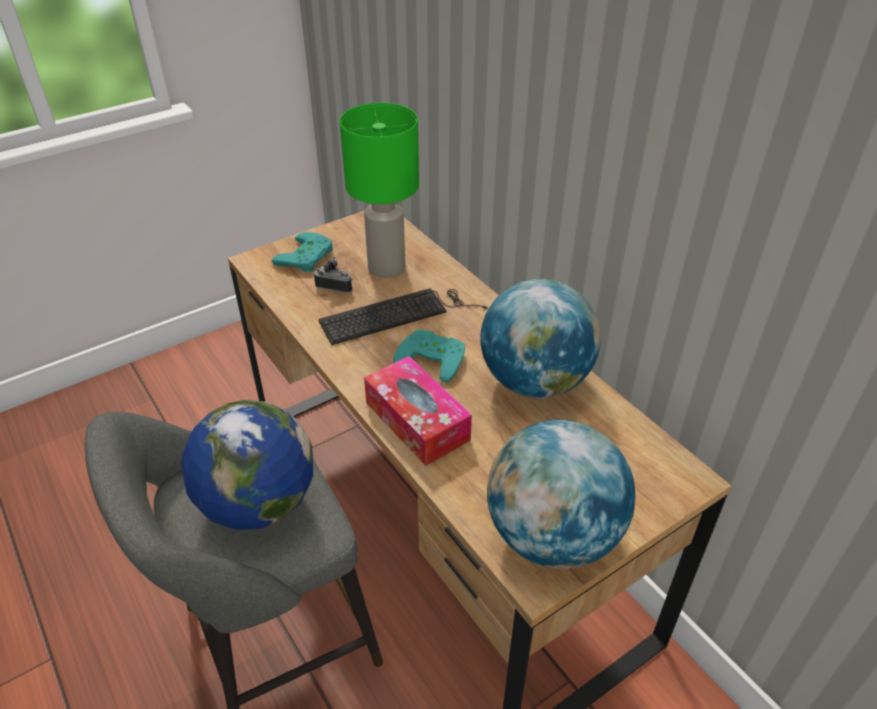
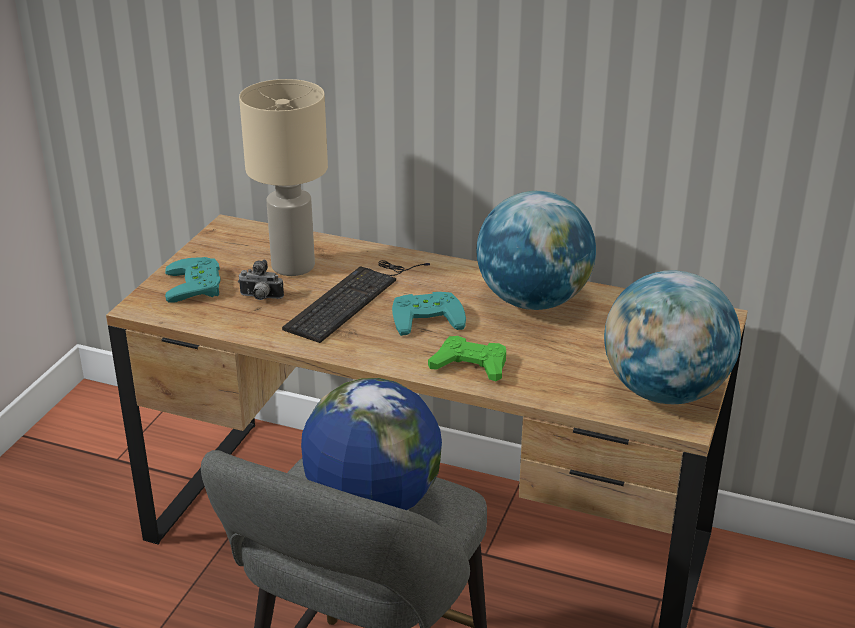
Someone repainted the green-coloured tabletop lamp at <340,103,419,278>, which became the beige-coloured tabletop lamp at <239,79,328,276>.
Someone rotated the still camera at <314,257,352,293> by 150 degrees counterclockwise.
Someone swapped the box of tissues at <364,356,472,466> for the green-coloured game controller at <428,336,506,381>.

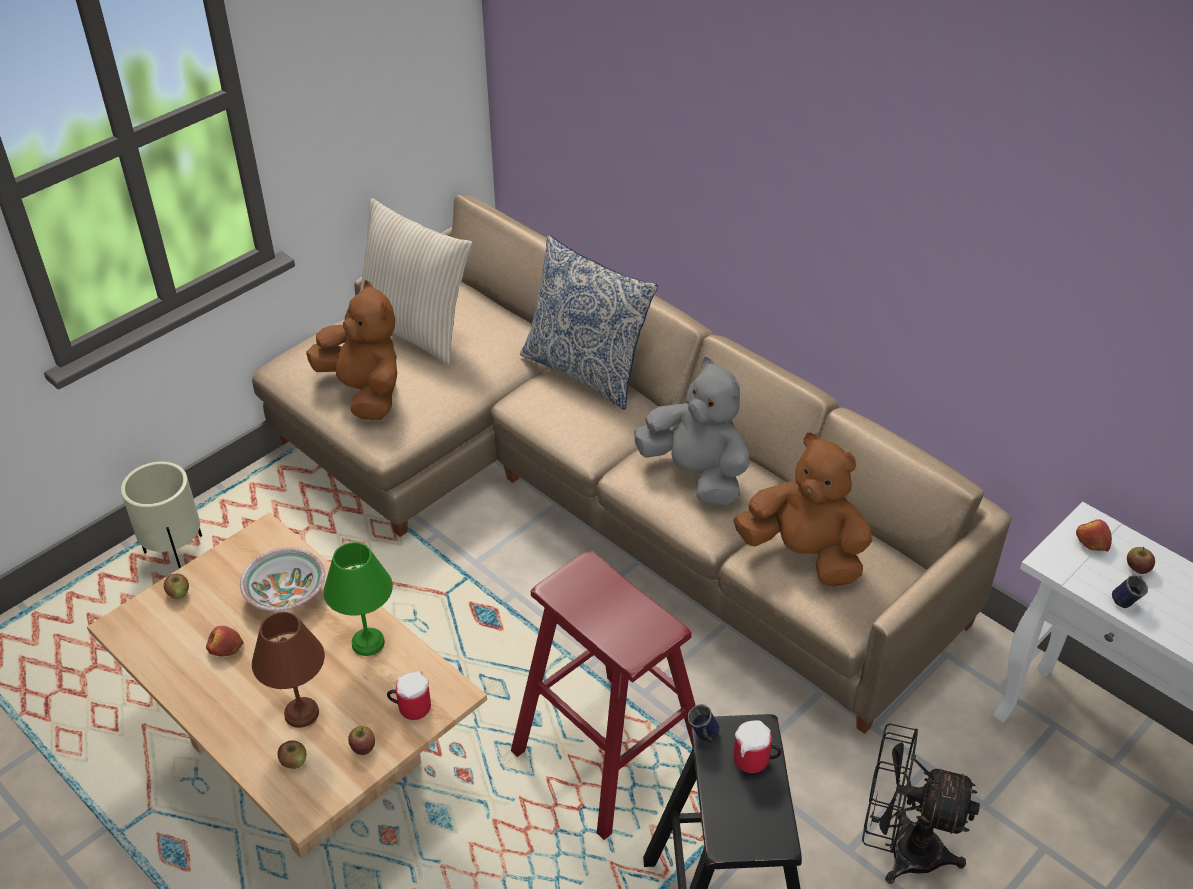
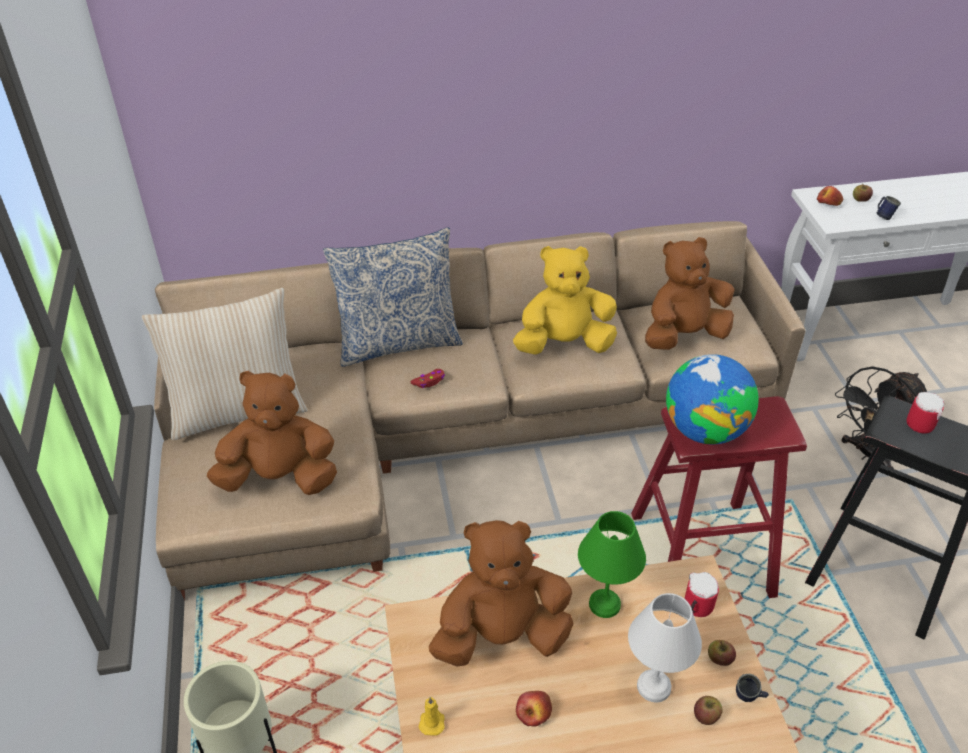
Someone repainted the gray cuddly toy at <634,357,750,505>, which became the yellowish cuddly toy at <513,246,617,355>.
Someone swapped the serving bowl at <240,547,325,611> for the brownish cuddly toy at <429,520,574,667>.
Someone swapped the apple at <164,574,189,599> for the yellowish wax candle at <419,697,445,736>.
Someone repainted the brownish tabletop lamp at <252,612,325,728>, which became the white tabletop lamp at <628,593,702,702>.
Someone carried the blue tea mug from <688,704,720,744> to <736,674,769,702>.
Someone put down the desk globe at <666,354,759,444>.
Someone put down the reddish game controller at <411,369,445,388>.

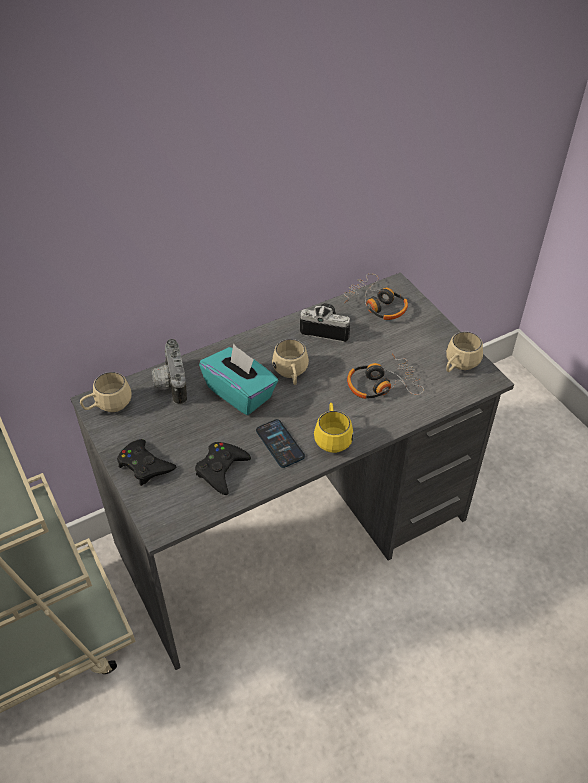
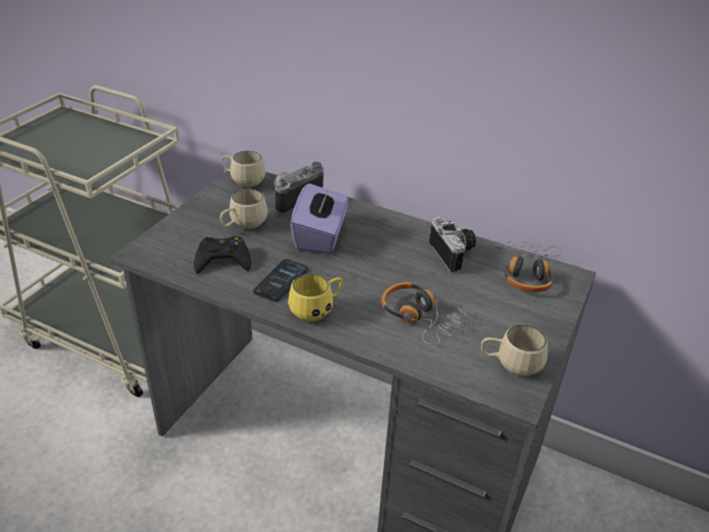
Someone carried the beige-coloured tea mug from <272,339,309,385> to <220,189,268,229>.
Someone repainted the turquoise box of tissues at <199,343,278,415>, which became the purplish box of tissues at <290,182,349,254>.
Someone took away the black game controller at <117,439,176,486>.

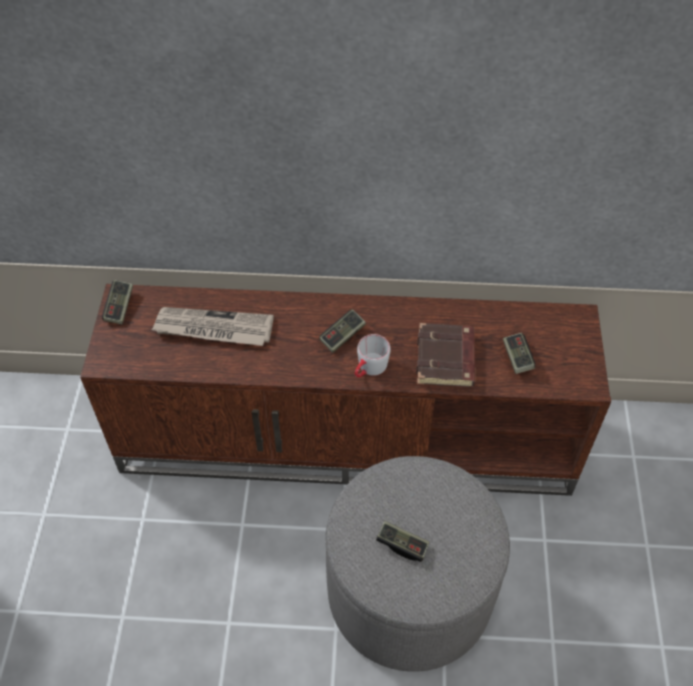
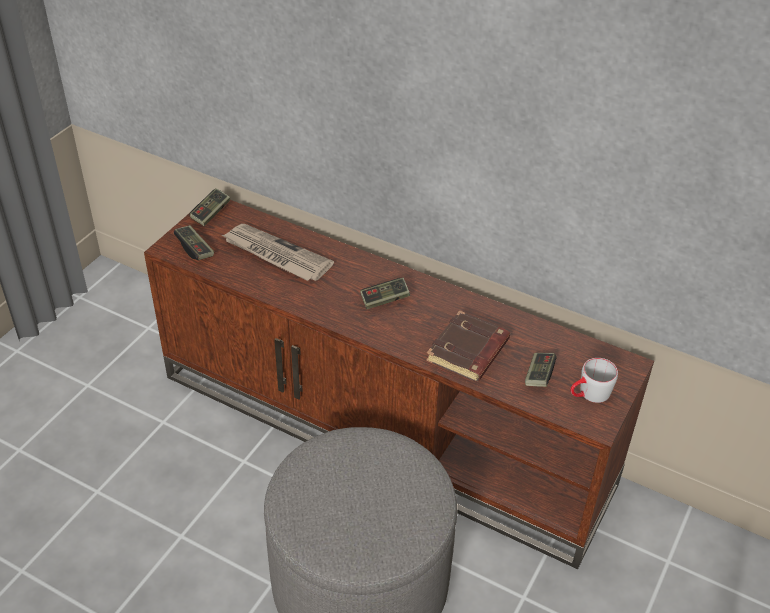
Someone carried the gray tea mug from <355,334,391,377> to <570,358,618,403>.
Someone carried the game controller from <376,521,429,562> to <174,225,214,260>.

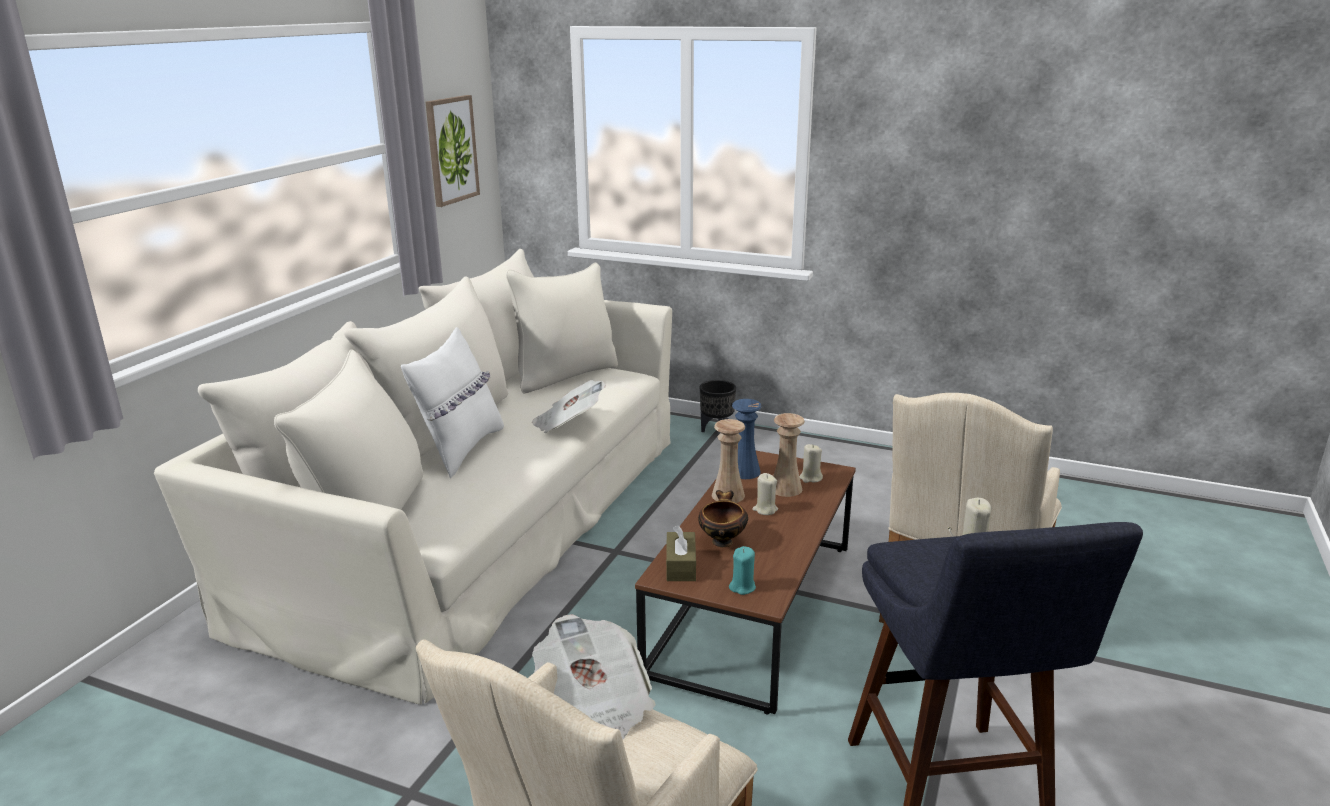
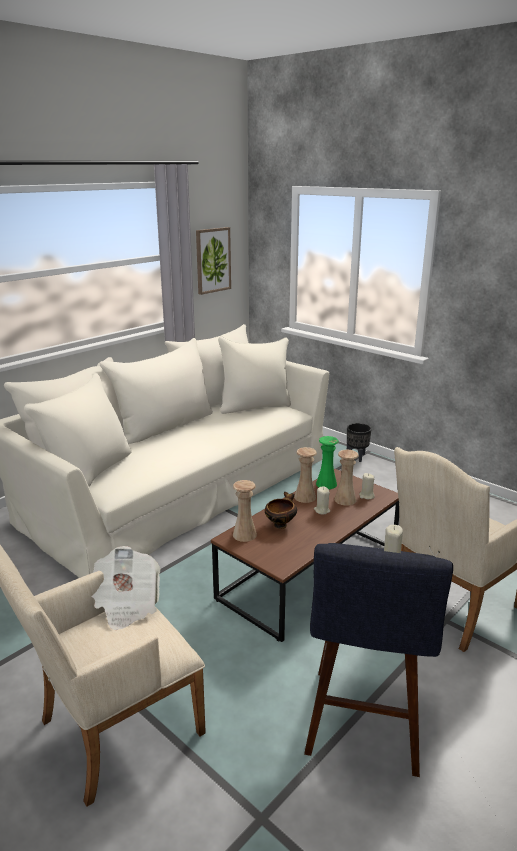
Someone took away the white throw pillow at <401,327,504,478>.
Someone took away the printed paper at <532,380,606,433>.
Someone repainted the blue vase at <732,399,762,479>, which became the green-coloured vase at <316,436,339,489>.
Someone swapped the brownish box of tissues at <666,525,696,581> for the beige-coloured vase at <233,480,257,542>.
Someone took away the turquoise wax candle at <729,546,756,595>.

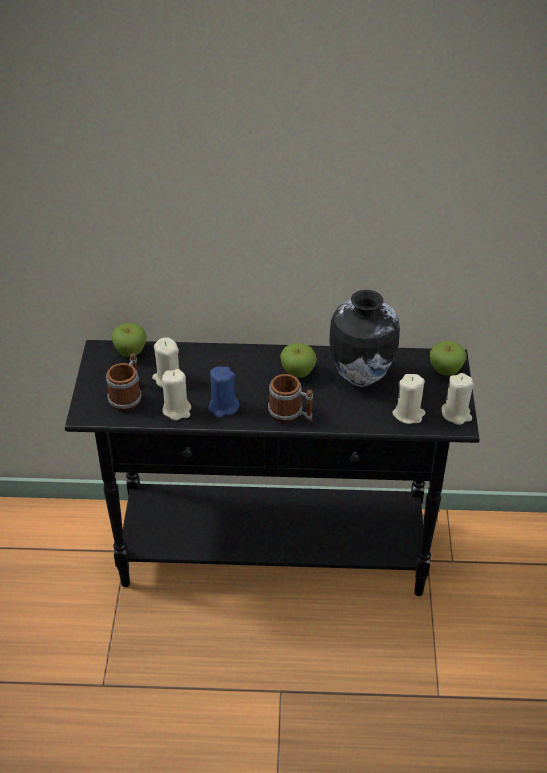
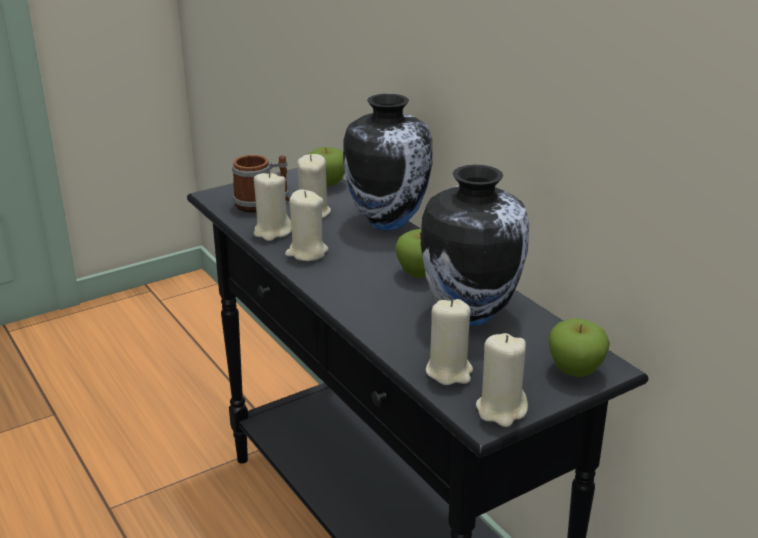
Someone repainted the blue wax candle at <208,366,240,418>, which became the beige-coloured wax candle at <285,190,328,261>.
Someone took away the tea mug at <268,374,313,423>.
Someone put down the vase at <343,94,432,230>.

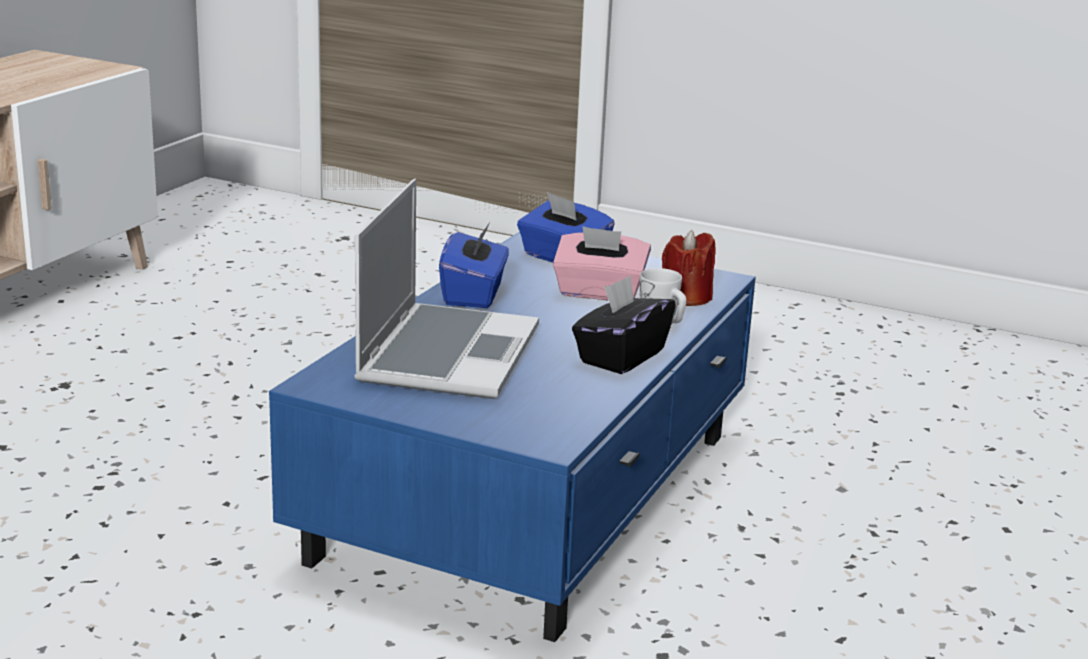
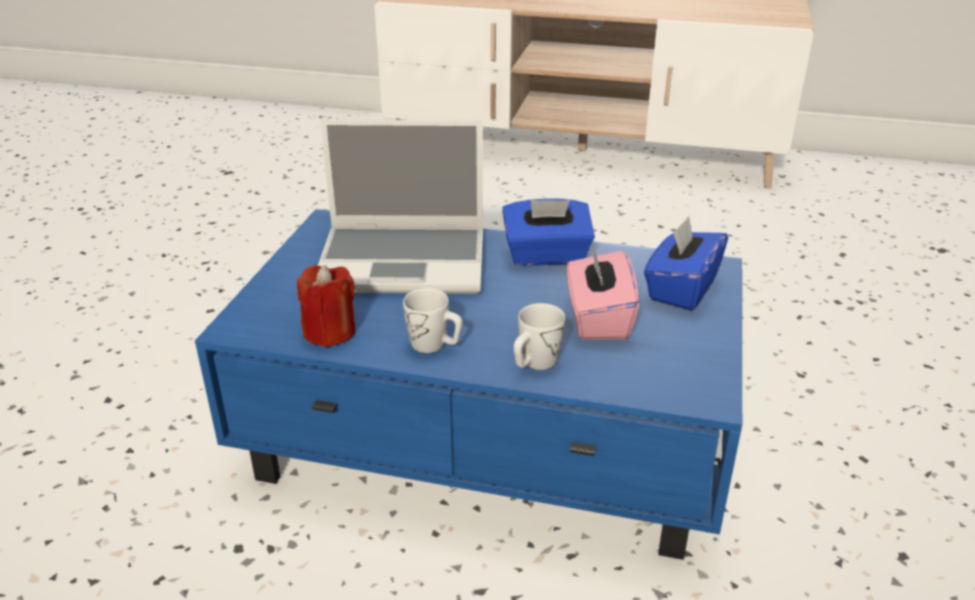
Someone carried the reddish wax candle from <662,230,715,306> to <297,265,356,347>.
Someone swapped the black box of tissues at <572,275,676,374> for the white tea mug at <403,288,463,353>.

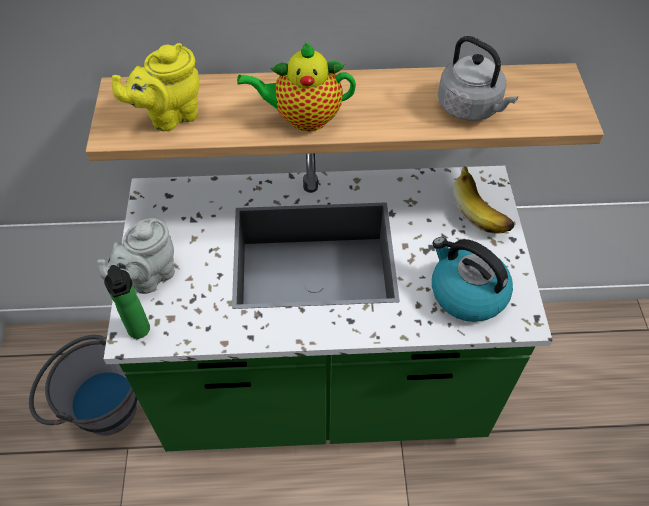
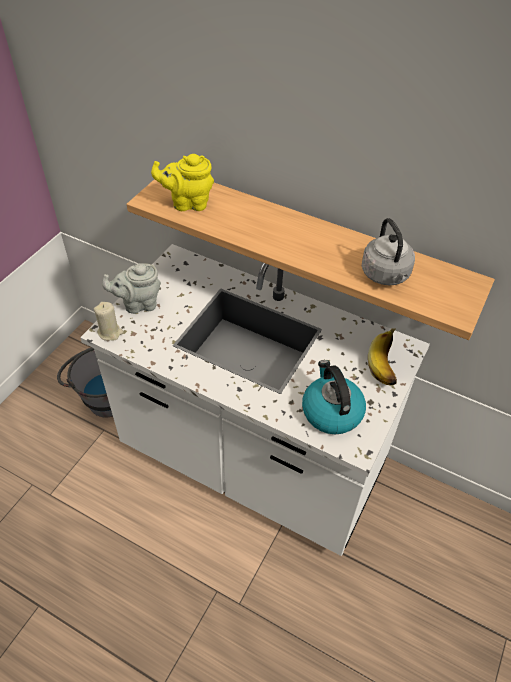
Someone took away the pot for tea at <237,41,356,131>.
Someone repainted the green-coloured kitchen counter at <104,153,553,451>, which became the white kitchen counter at <80,244,430,556>.
Someone swapped the drink bottle at <104,265,150,339> for the beige-coloured wax candle at <94,302,123,341>.

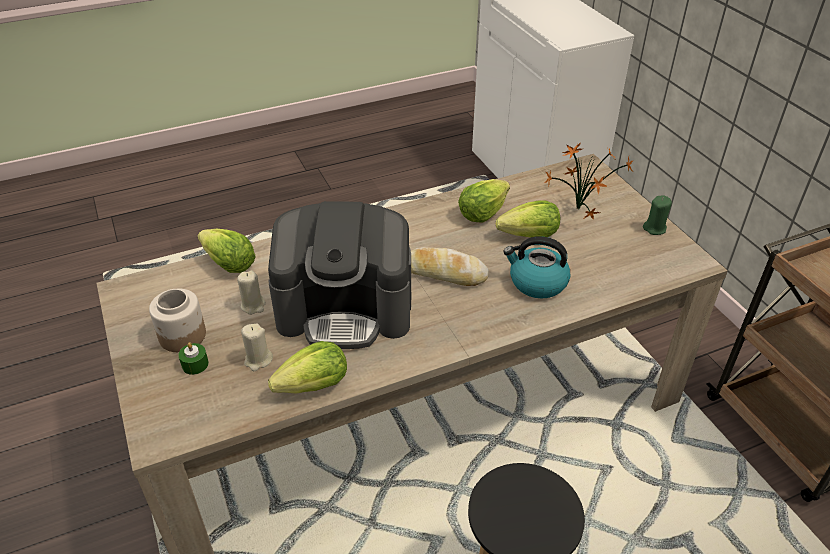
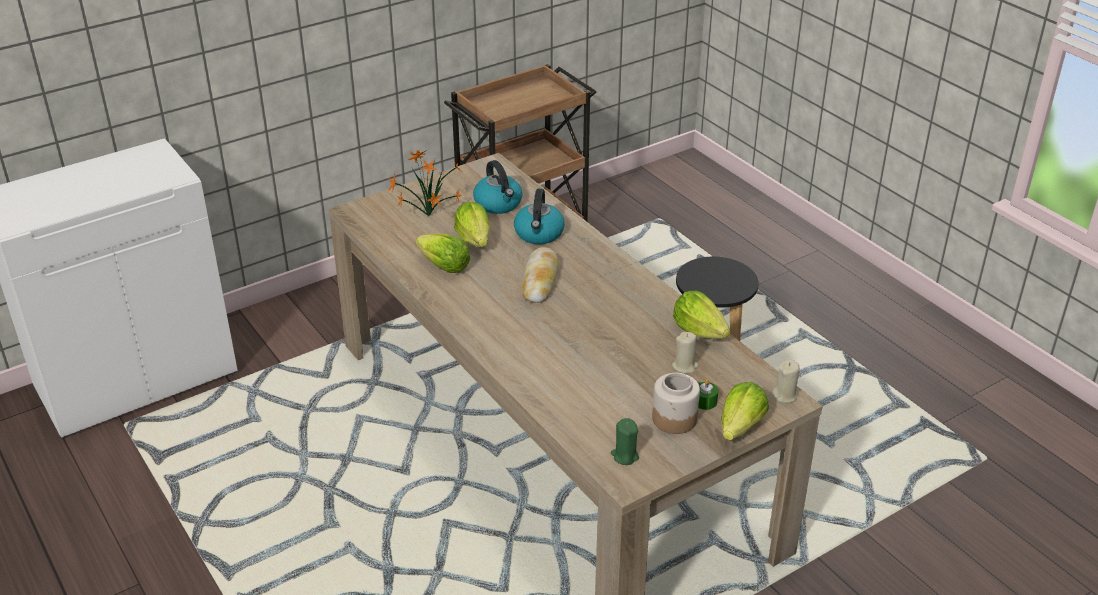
Someone carried the green-coloured wax candle from <643,195,672,235> to <611,418,639,465>.
Someone took away the coffee machine at <268,201,411,349>.
Someone carried the head of lettuce from <198,229,256,273> to <721,382,769,440>.
Someone carried the beige-coloured wax candle from <237,271,266,315> to <772,360,800,403>.
Someone put down the kettle at <473,160,522,214>.

